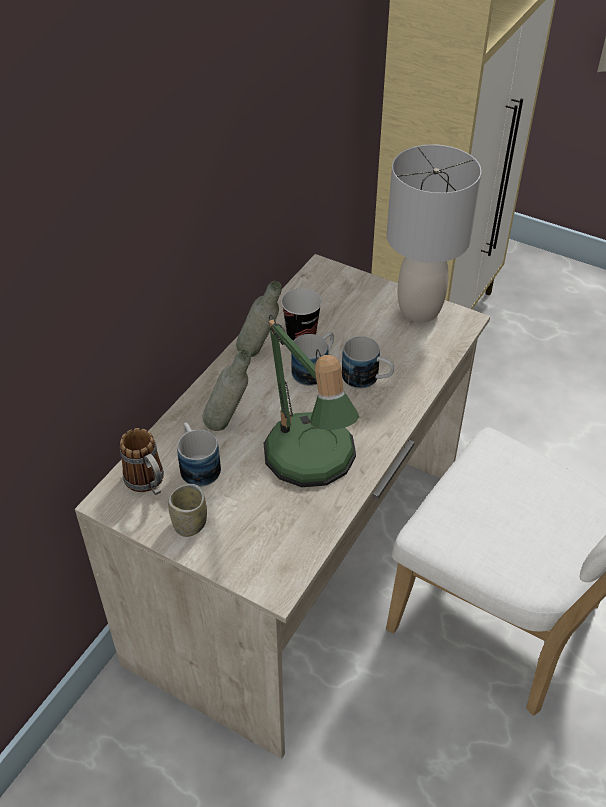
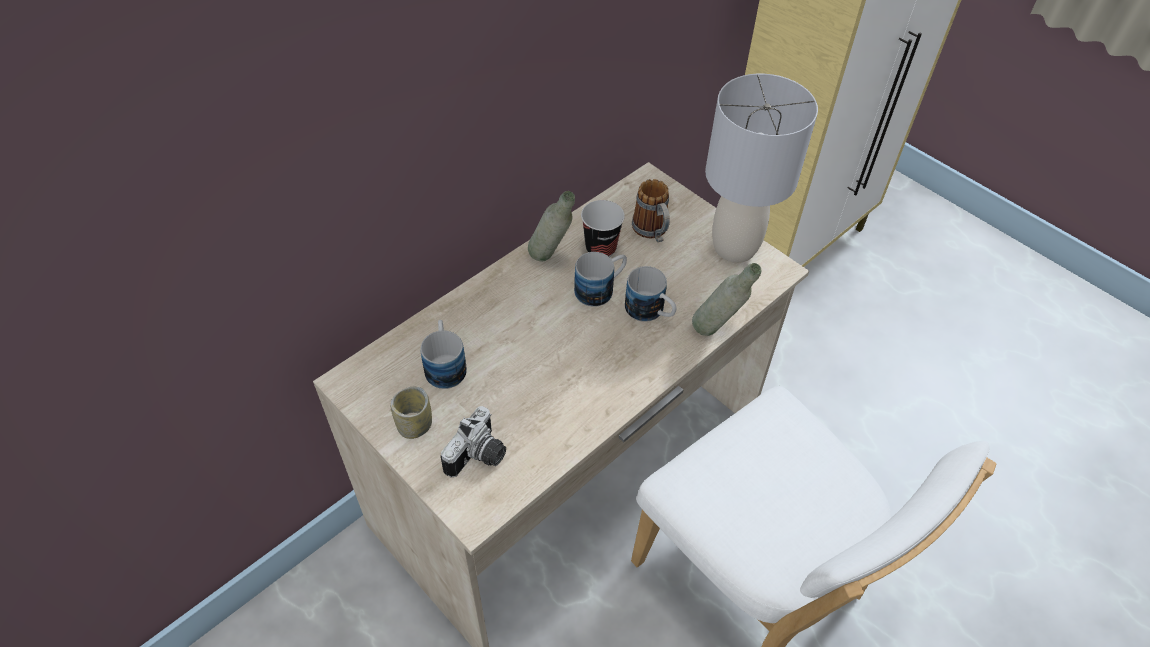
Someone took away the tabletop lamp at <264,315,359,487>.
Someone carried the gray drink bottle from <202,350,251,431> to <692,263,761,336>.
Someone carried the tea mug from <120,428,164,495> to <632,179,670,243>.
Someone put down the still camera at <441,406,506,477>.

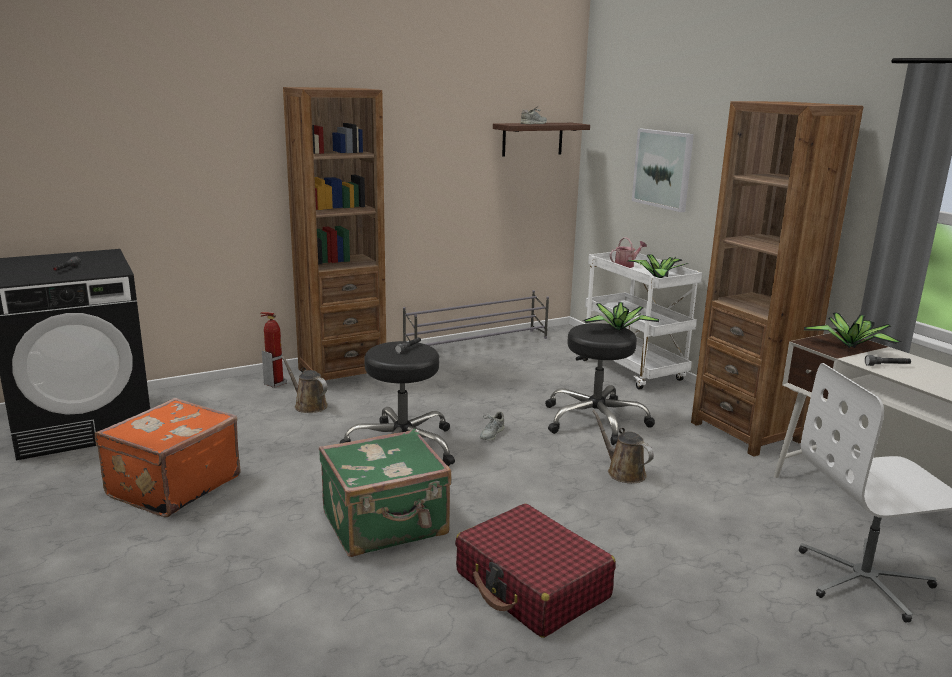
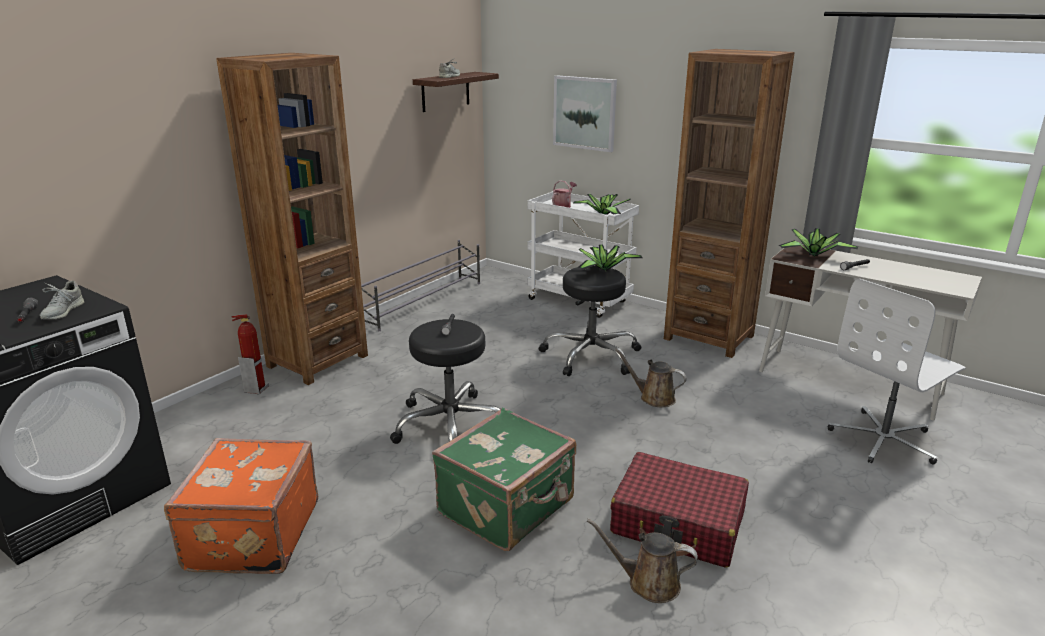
Someone carried the brownish sprinkling can from <281,356,328,413> to <587,519,698,603>.
Someone carried the gray item of footwear from <480,411,504,441> to <40,281,84,319>.

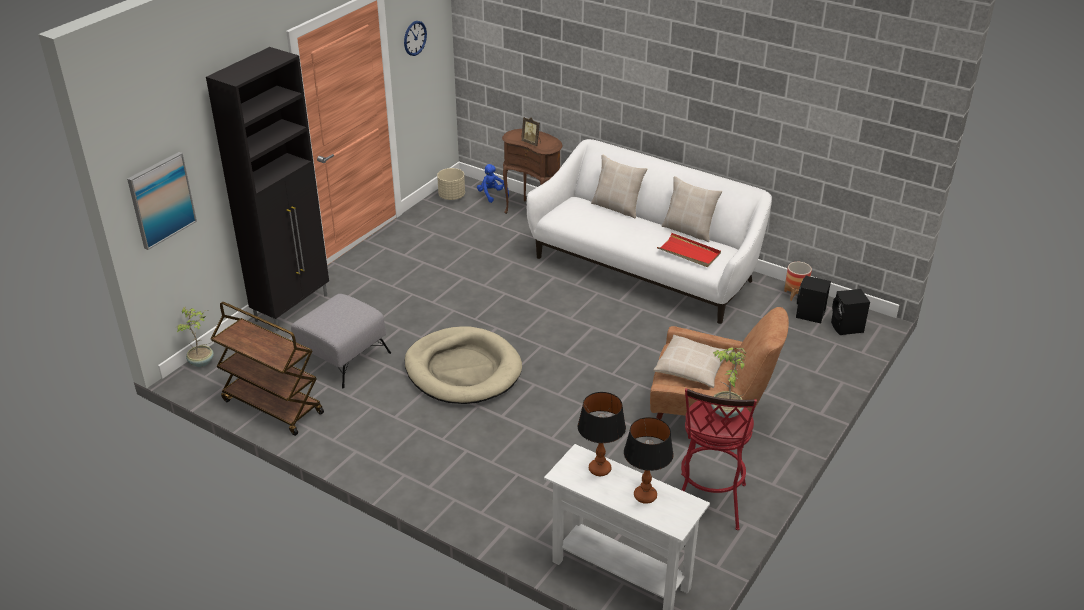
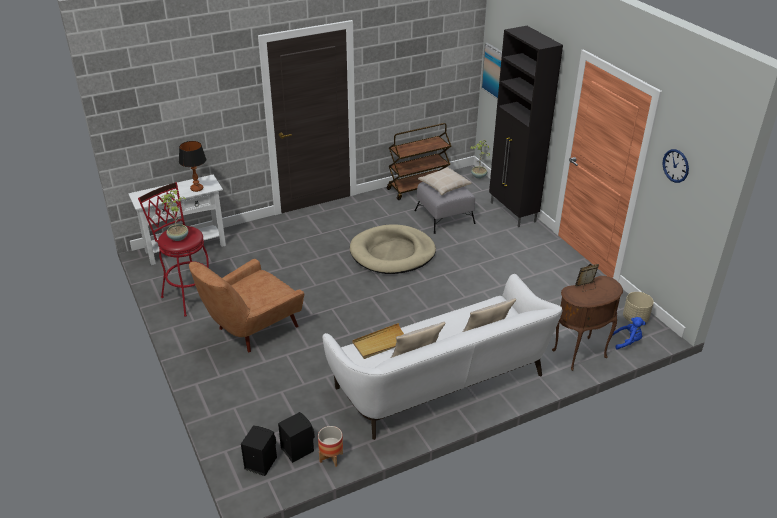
Someone repainted the reddish carrying tray at <657,233,721,267>, which became the beige-coloured carrying tray at <352,323,404,359>.
Someone carried the beige-coloured throw pillow from <653,335,732,388> to <418,167,472,195>.
Someone took away the tabletop lamp at <624,417,674,504>.

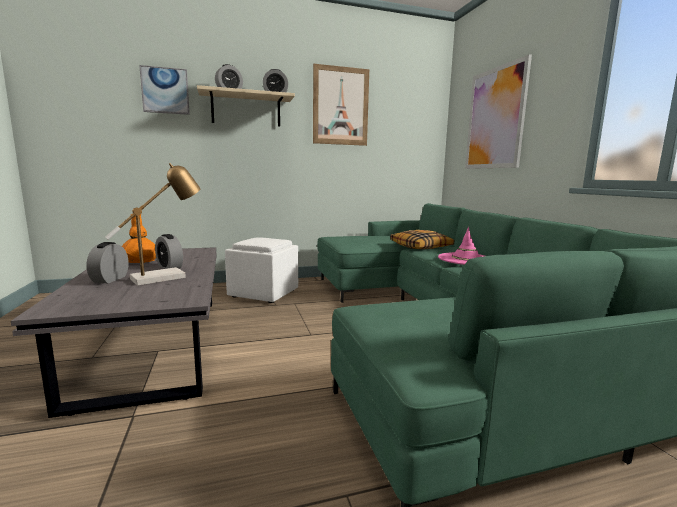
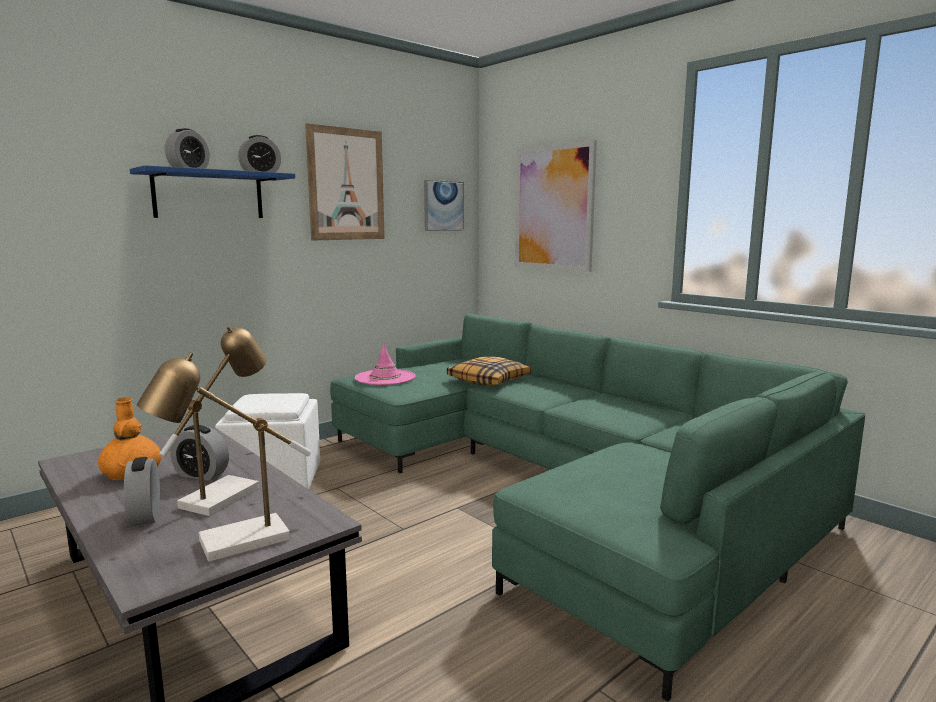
Someone carried the wall art from <139,65,190,115> to <424,180,464,231>.
Someone repainted the beige-coloured wall shelf at <197,85,295,127>, which became the blue wall shelf at <130,165,295,218>.
Someone carried the pink wearable hat from <438,227,485,265> to <355,342,416,385>.
Someone put down the tabletop lamp at <137,352,311,562>.

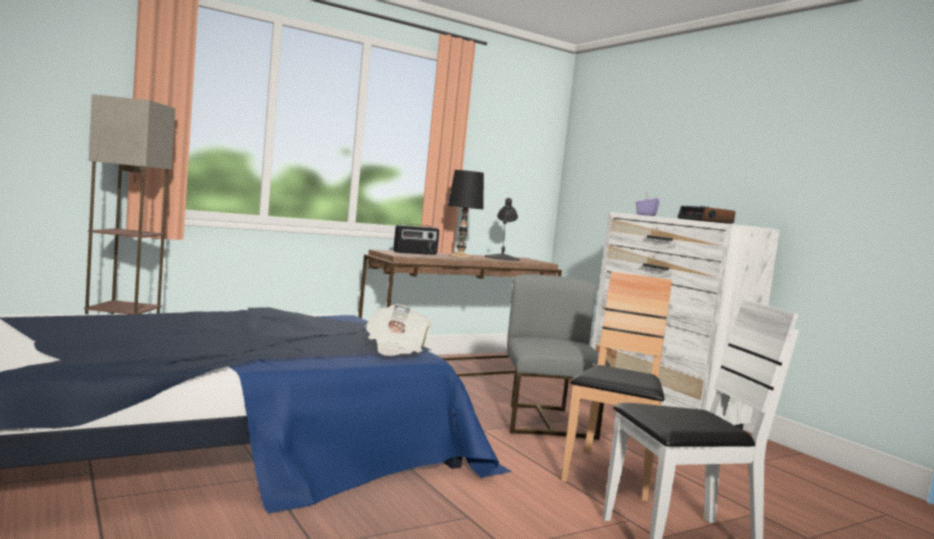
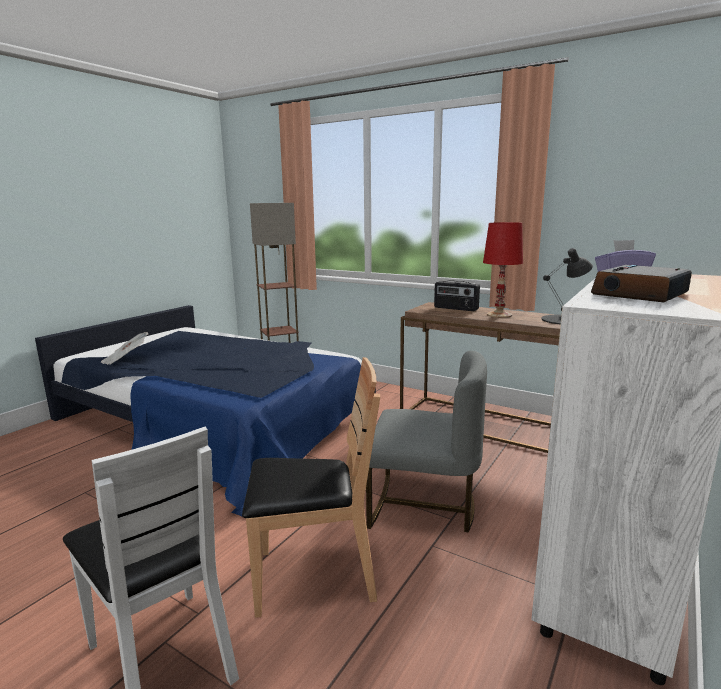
Someone repainted the black tabletop lamp at <448,170,484,258>, which became the reddish tabletop lamp at <483,222,523,318>.
Someone rotated the gray plain chair at <507,274,611,440> by 45 degrees clockwise.
Someone carried the printed paper from <365,304,431,356> to <101,332,149,365>.

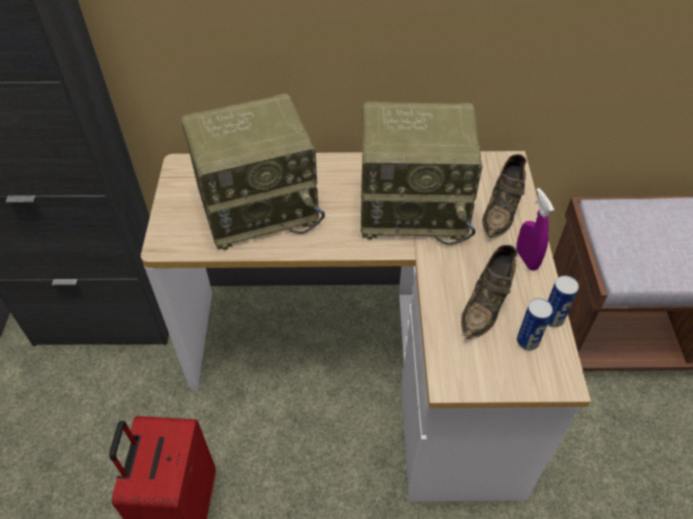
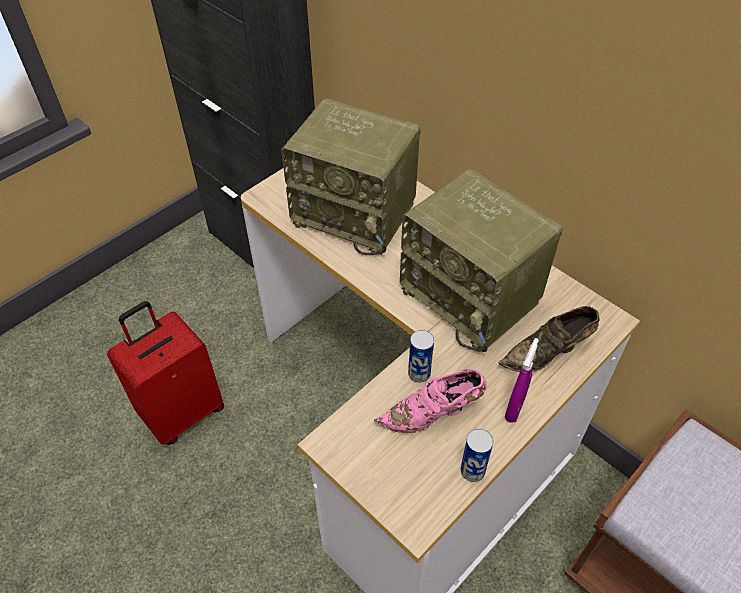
Someone repainted the brownish item of footwear at <461,245,518,339>, which became the pink item of footwear at <374,369,487,433>.
Someone carried the sealed can from <517,298,553,350> to <408,330,434,383>.

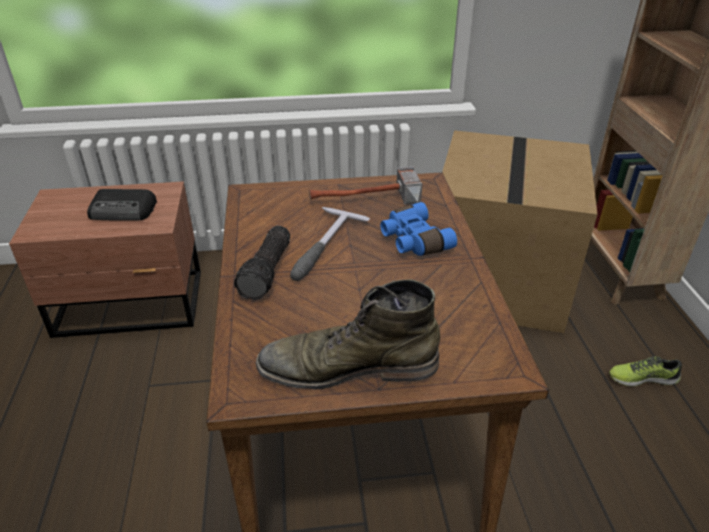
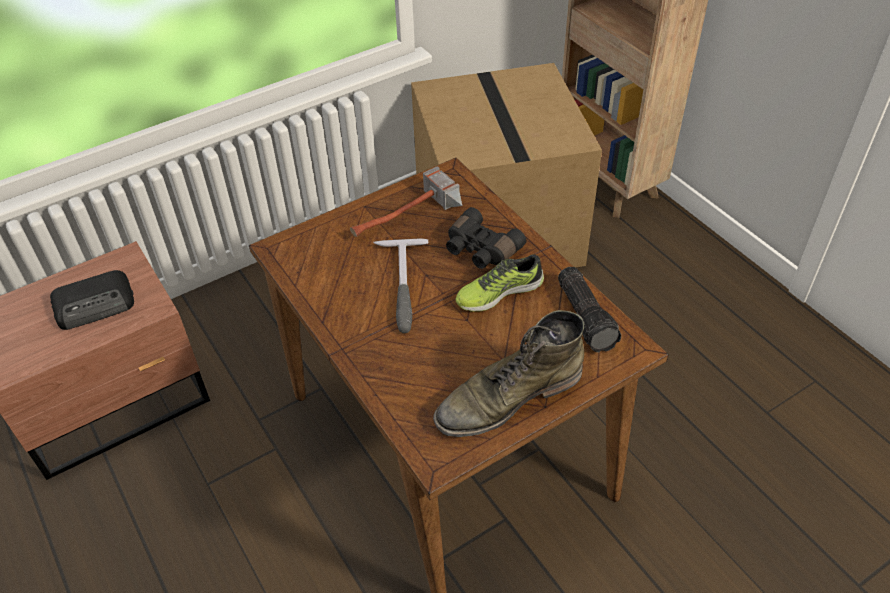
Someone repainted the blue binoculars at <380,202,457,256>, which became the black binoculars at <446,207,526,269>.
Someone carried the flashlight from <234,226,290,300> to <558,267,621,352>.
Someone carried the item of footwear from <609,356,682,387> to <456,254,544,312>.

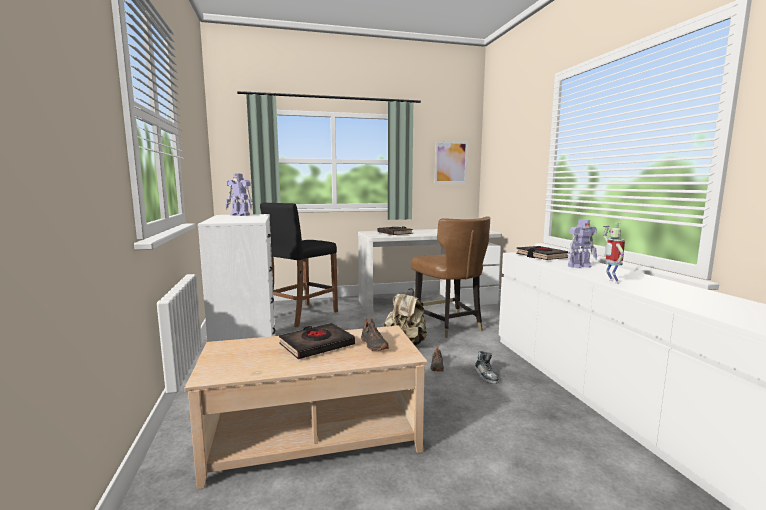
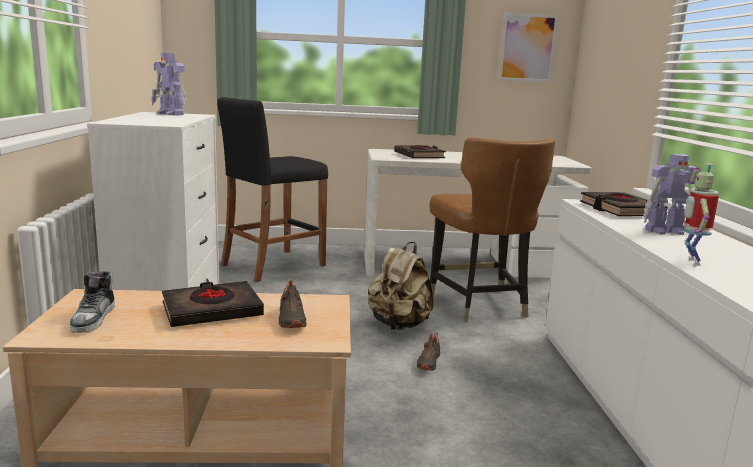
Someone carried the item of footwear from <475,351,499,384> to <70,271,115,333>.

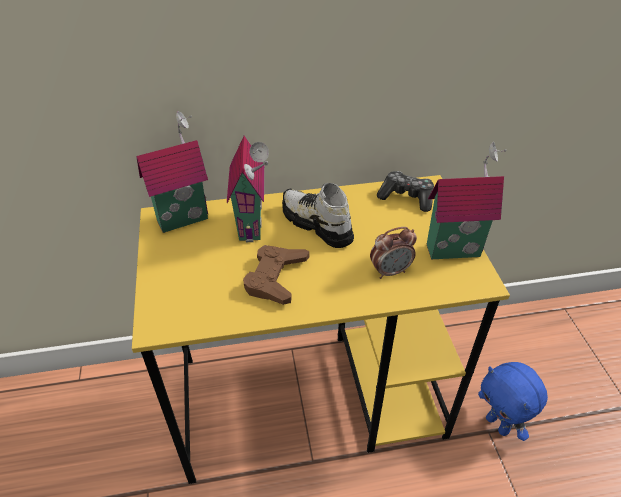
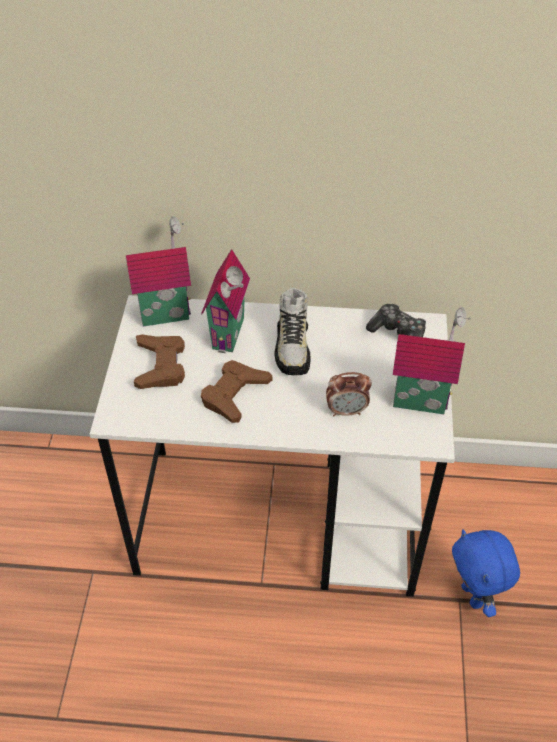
Someone repainted the yellowish desk at <132,175,510,484>, which became the white desk at <89,295,455,597>.
Someone rotated the item of footwear at <282,183,354,248> by 150 degrees counterclockwise.
Someone put down the brownish game controller at <134,334,185,389>.

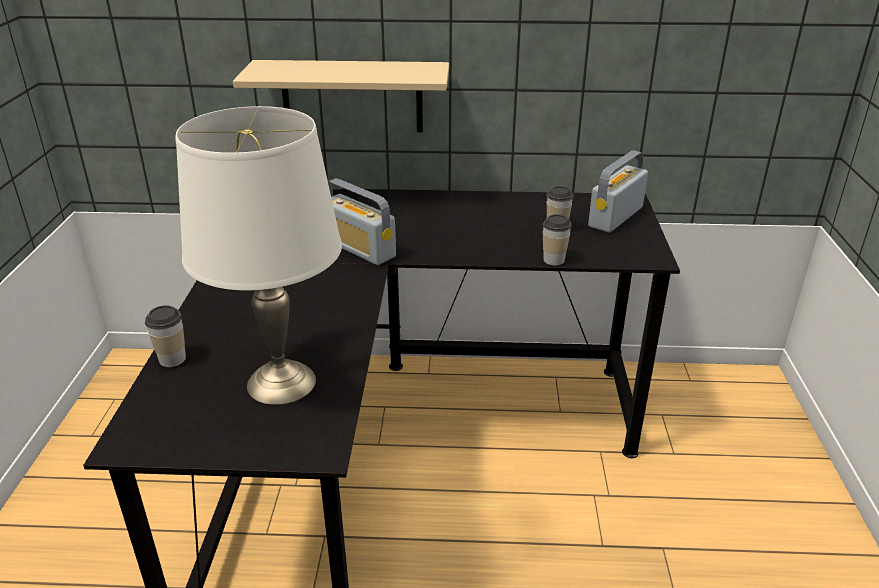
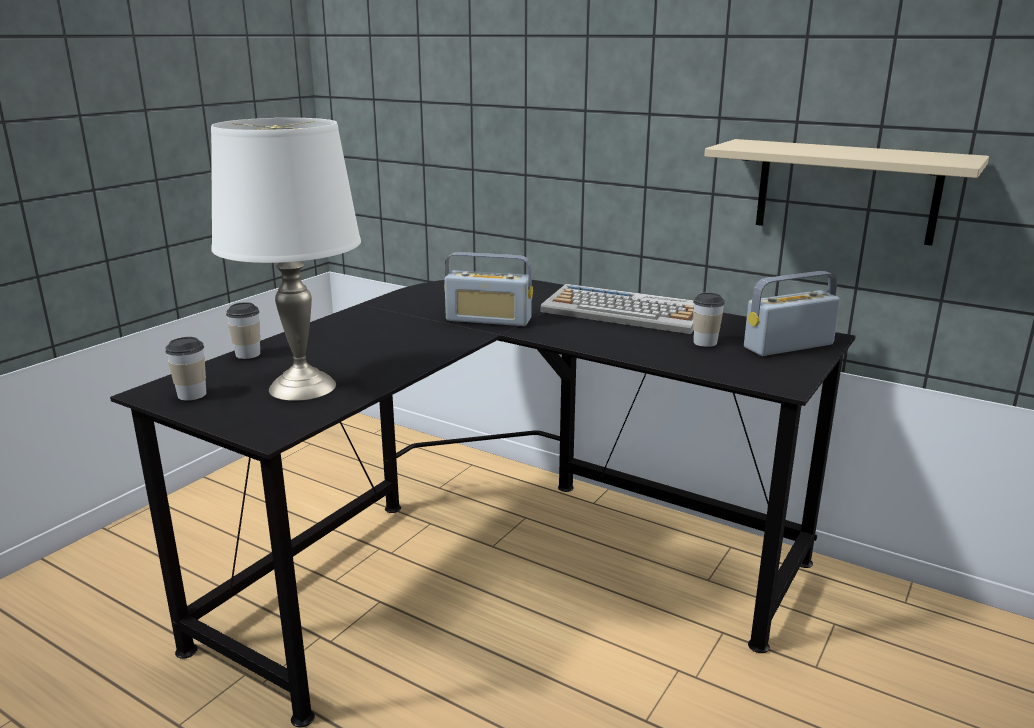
Someone carried the beige-coloured wall shelf from <233,60,449,132> to <704,139,989,246>.
Someone rotated the radio set at <328,178,396,265> by 60 degrees counterclockwise.
Someone carried the drinking cup from <543,214,572,265> to <165,337,206,400>.
Someone put down the computer keyboard at <541,284,694,334>.

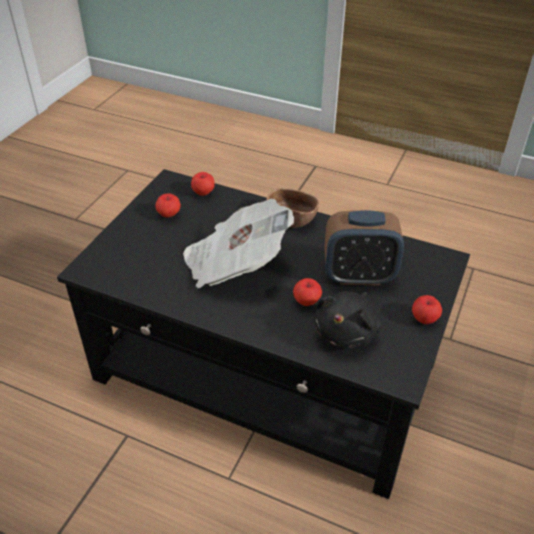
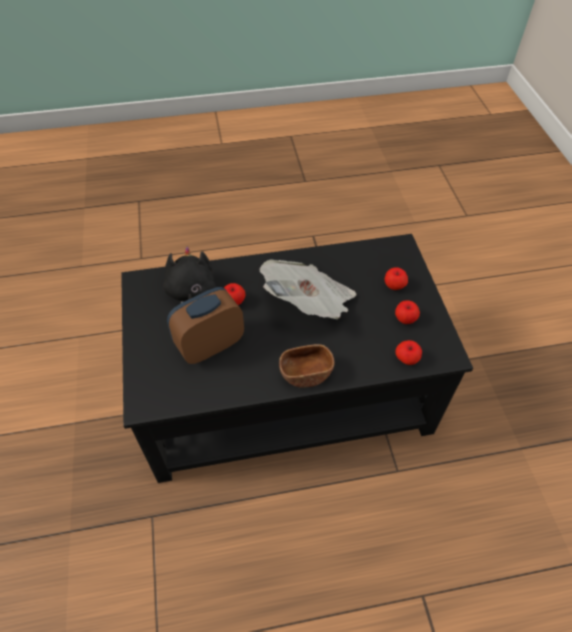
Someone carried the apple from <412,295,442,324> to <385,267,408,290>.

